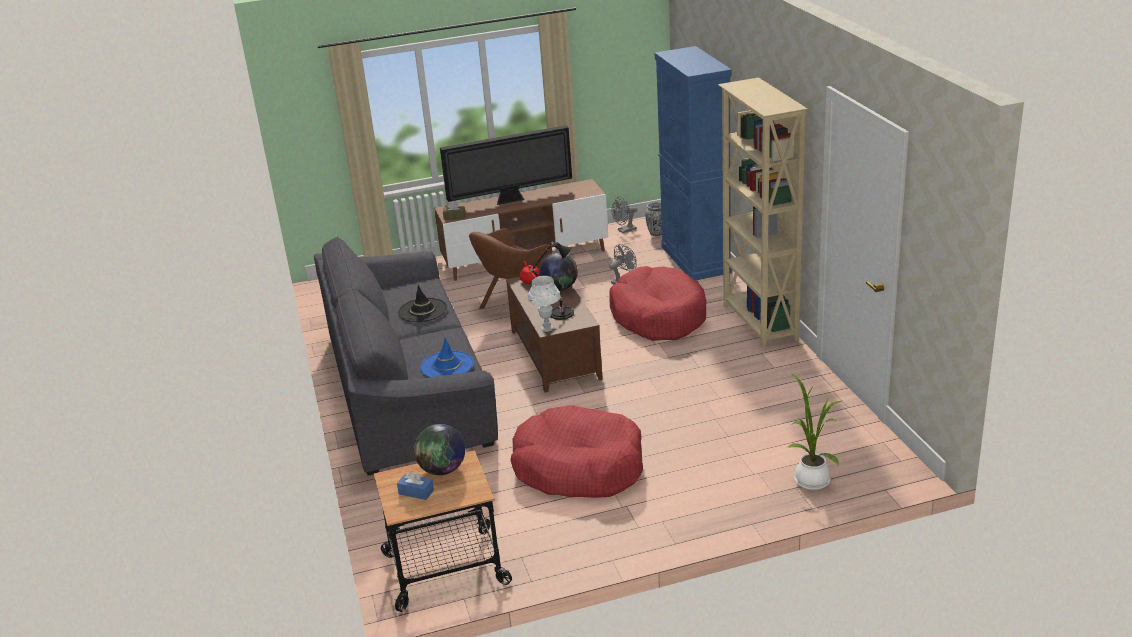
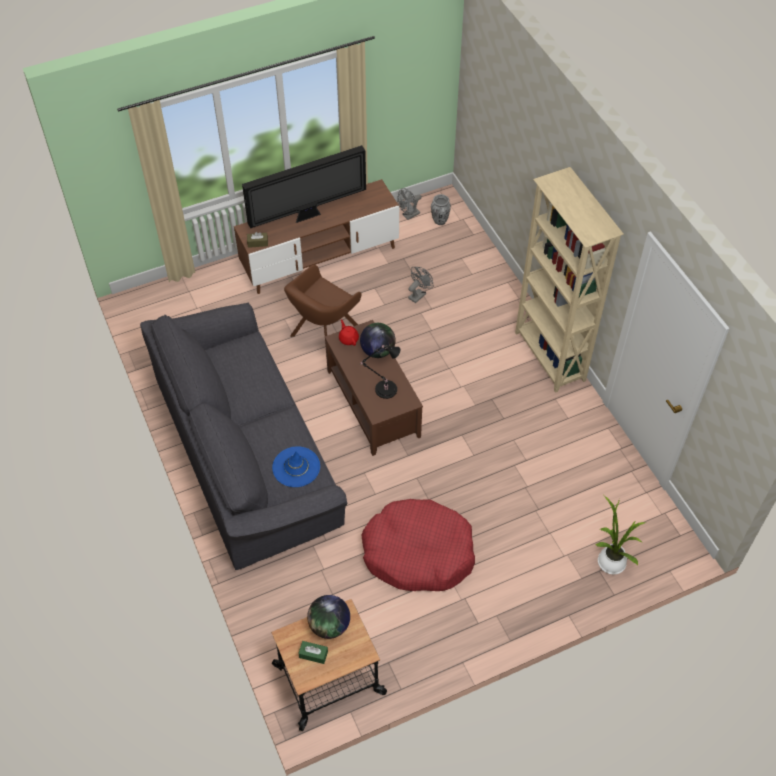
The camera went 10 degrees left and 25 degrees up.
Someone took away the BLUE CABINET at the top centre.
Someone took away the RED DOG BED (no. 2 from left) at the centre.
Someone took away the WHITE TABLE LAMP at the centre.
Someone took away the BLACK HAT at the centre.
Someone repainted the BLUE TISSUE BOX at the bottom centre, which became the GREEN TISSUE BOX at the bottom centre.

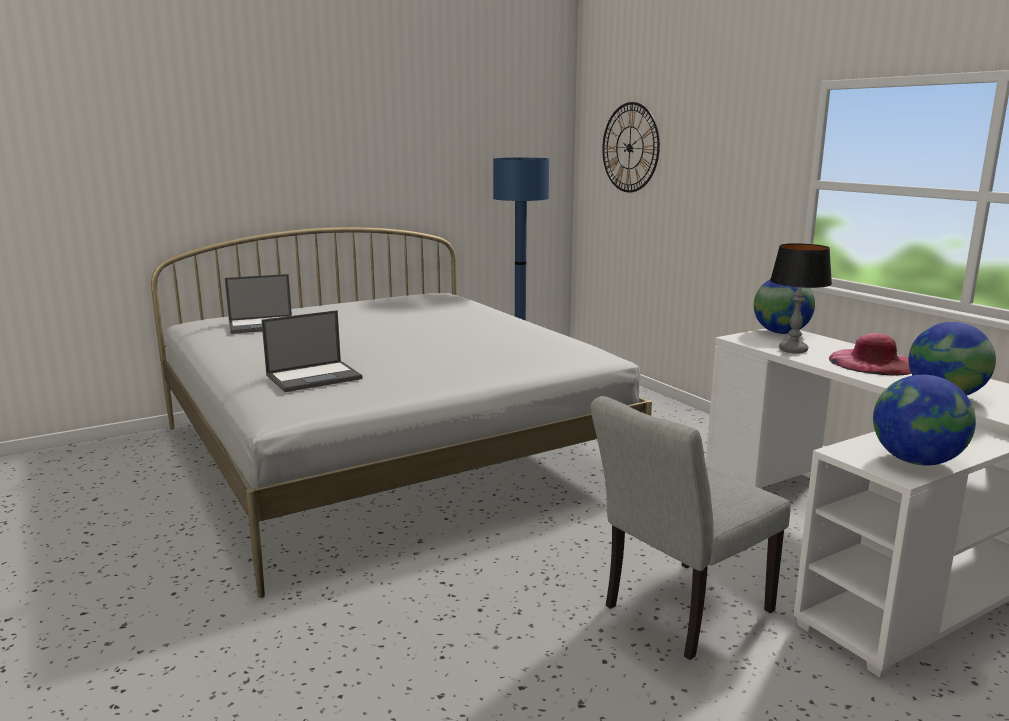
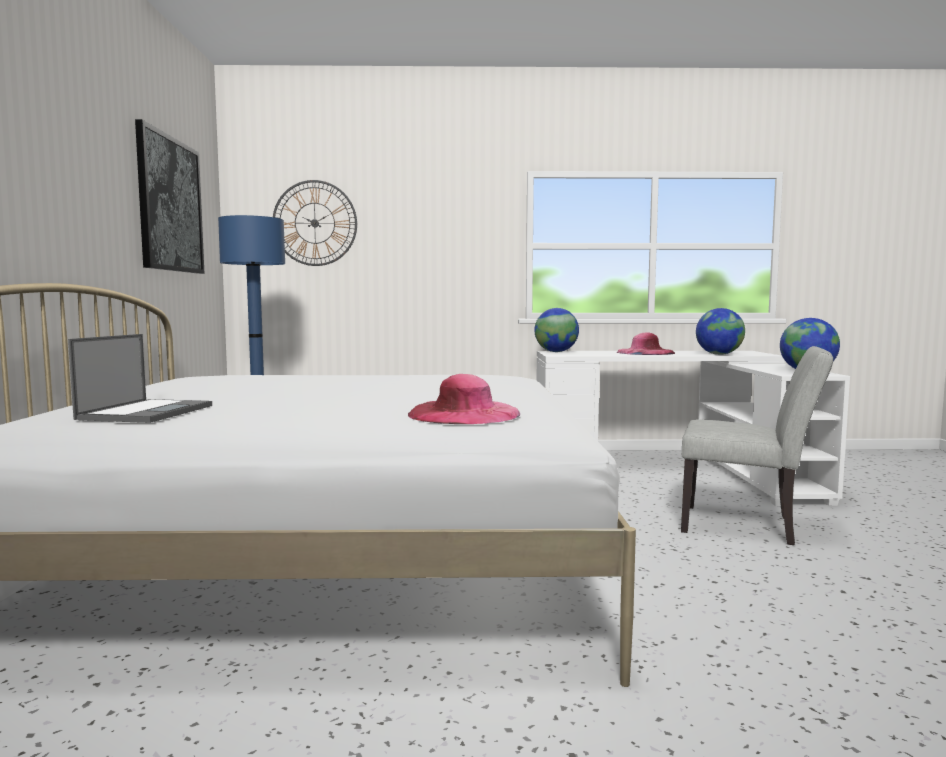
The camera went 60 degrees left and 10 degrees down.
Someone took away the TABLE LAMP at the middle right.
Someone swapped the LAPTOP (no. 2 from left) at the middle left for the PINK HAT (no. 1 from left) at the centre.
Someone rotated the GREY CHAIR at the bottom right by 60 degrees counterclockwise.
Someone put up the PICTURE at the top left.

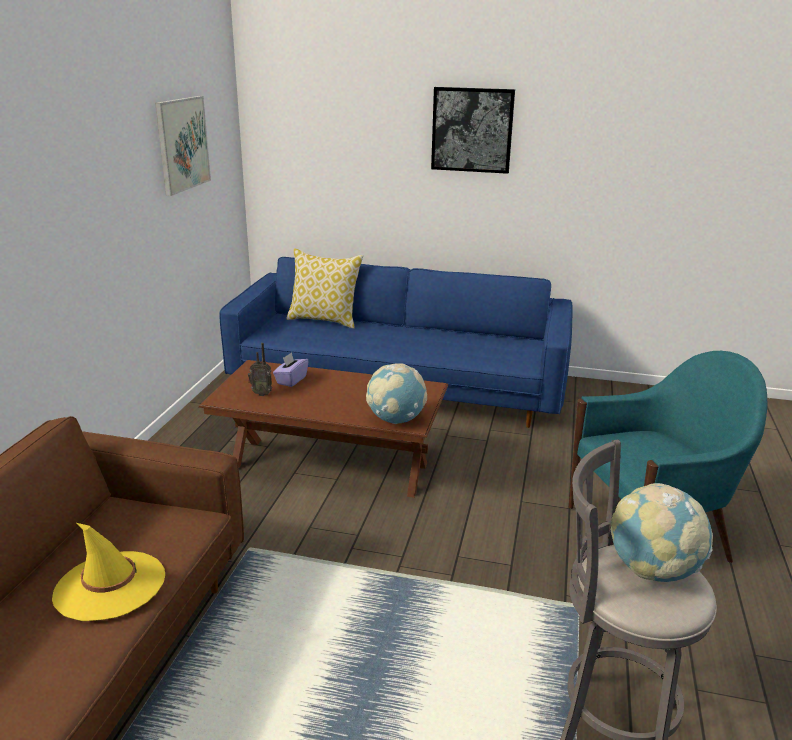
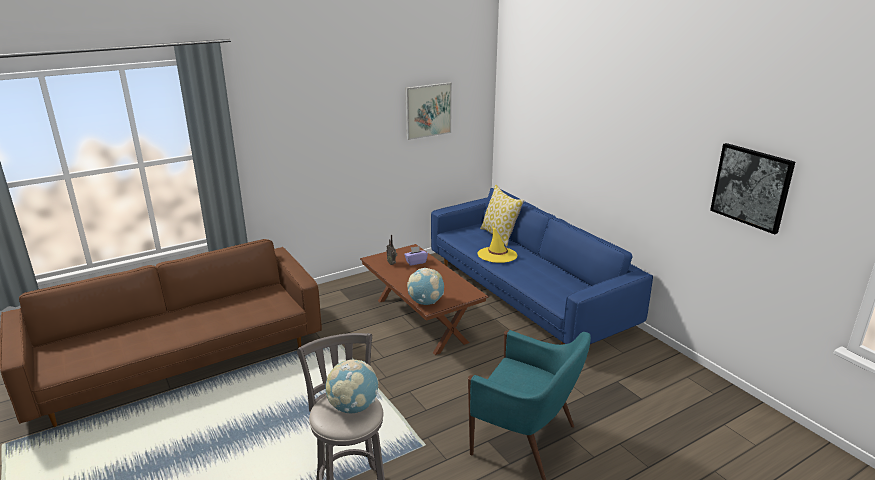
The camera went 45 degrees right and 0 degrees up.
Someone carried the PICTURE (no. 2 from left) from the top centre to the middle right.
Someone carried the YELLOW HAT from the bottom left to the centre.

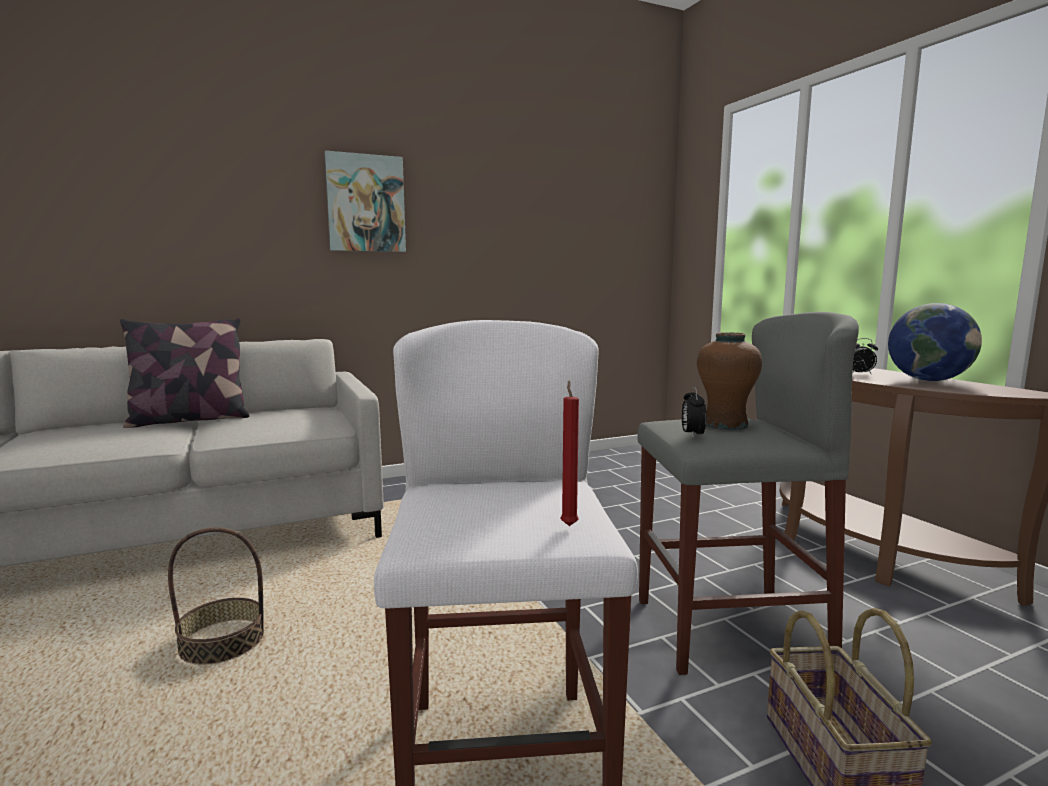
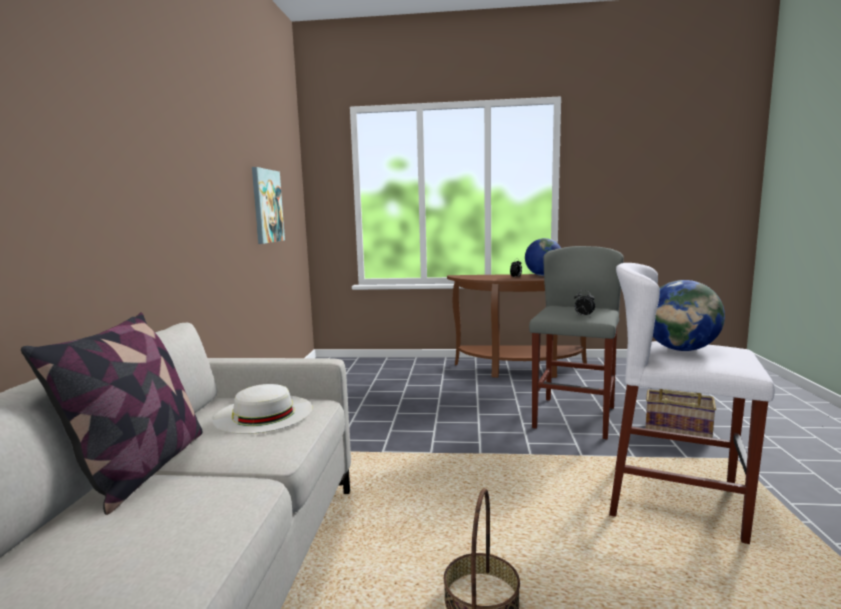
The camera went 60 degrees left and 0 degrees up.
Someone carried the PICTURE from the top centre to the middle left.
Someone took away the BROWN VASE at the middle right.
Someone took away the RED CANDLE at the centre.
Someone put down the GLOBE (no. 2 from left) at the middle right.
Someone put down the WHITE HAT at the bottom left.

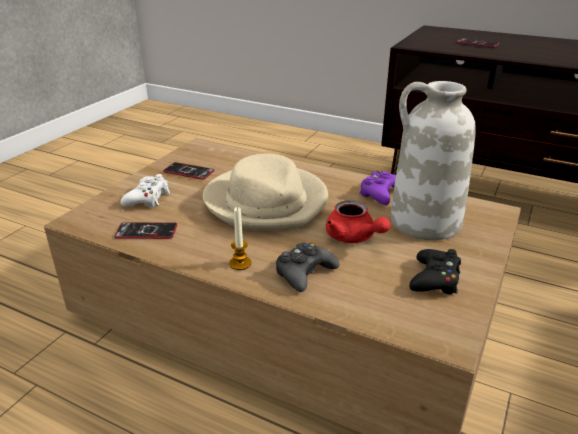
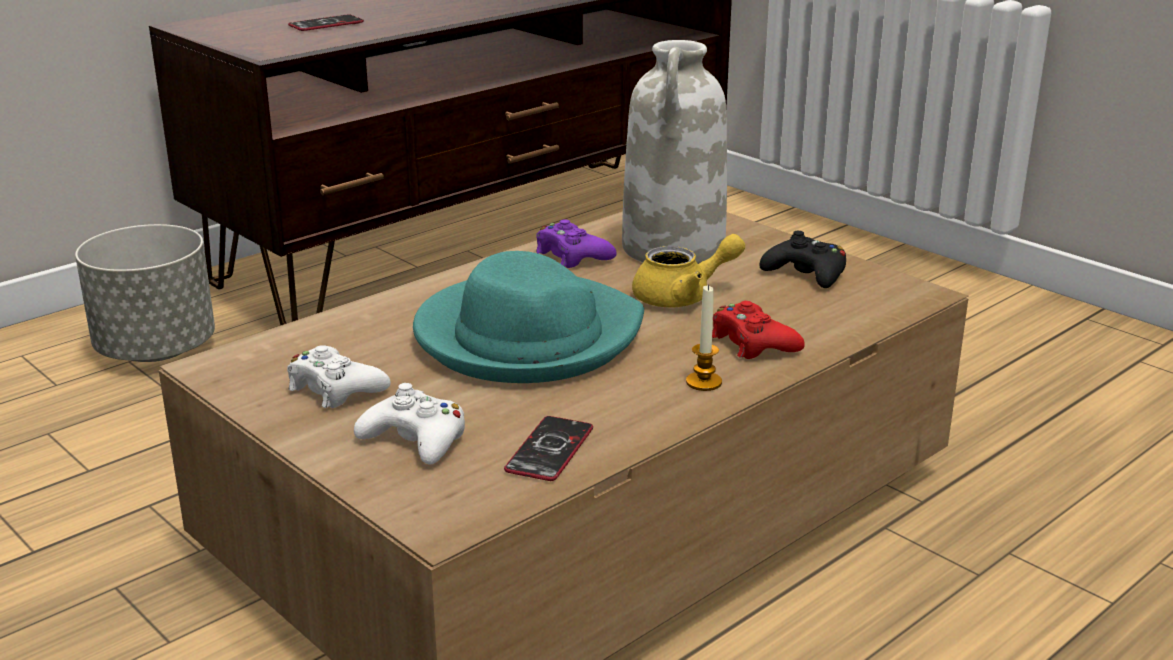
The camera went 70 degrees left and 5 degrees down.
Someone repainted the BEIGE HAT at the centre, which became the TURQUOISE HAT at the centre.
Someone swapped the PHONE (no. 2 from left) at the middle left for the WHITE GAME CONTROLLER (no. 1 from left) at the middle left.
Someone repainted the RED TEAPOT at the centre, which became the YELLOW TEAPOT at the centre.
Someone repainted the BLACK GAME CONTROLLER (no. 1 from left) at the centre, which became the RED GAME CONTROLLER at the centre.
Someone put down the GREY PLANTER at the middle left.

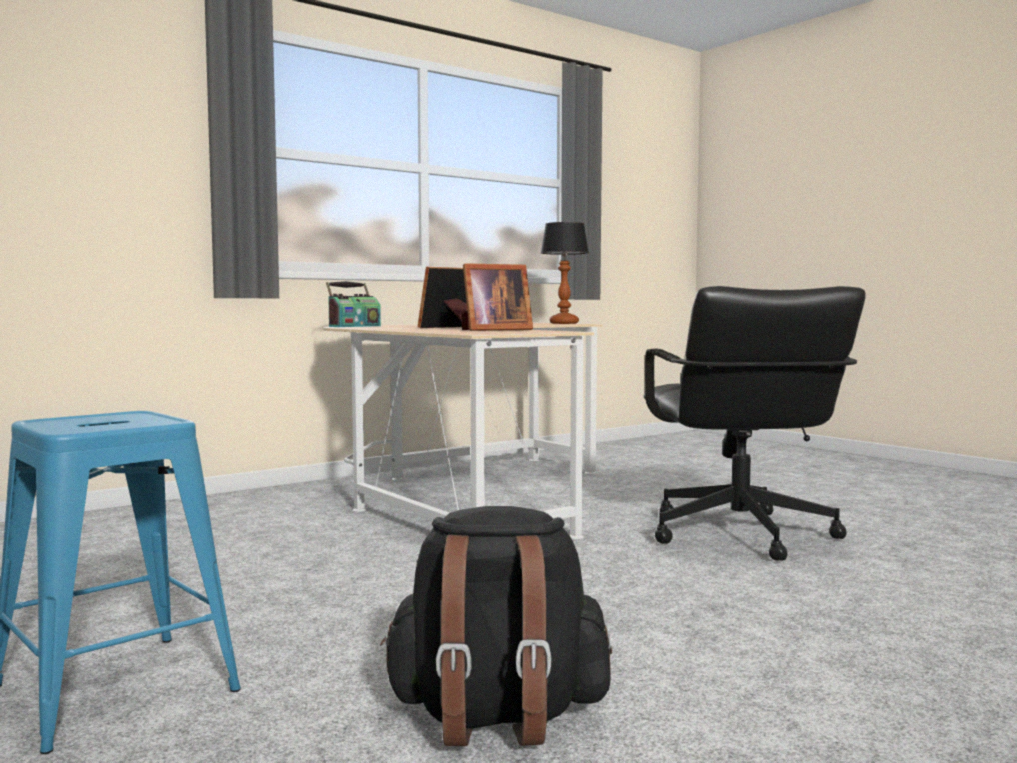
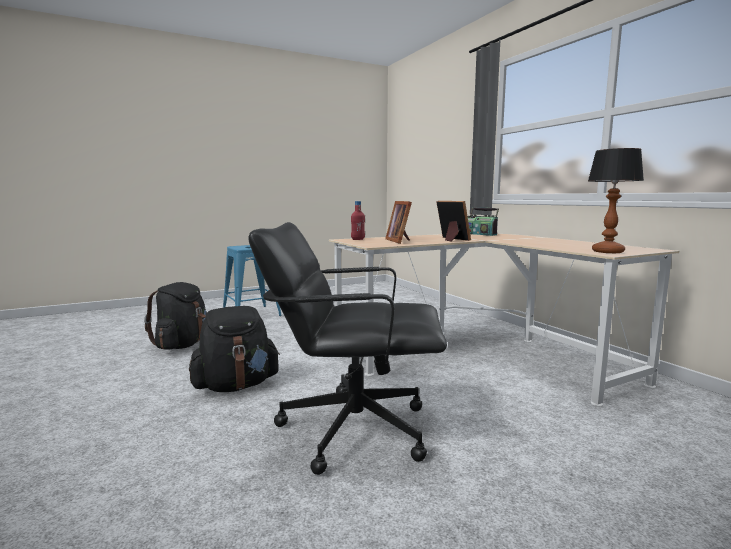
The camera went 100 degrees right and 5 degrees up.
Someone put down the RED BOTTLE at the centre.
Someone put down the BLACK BACKPACK (no. 2 from left) at the middle left.

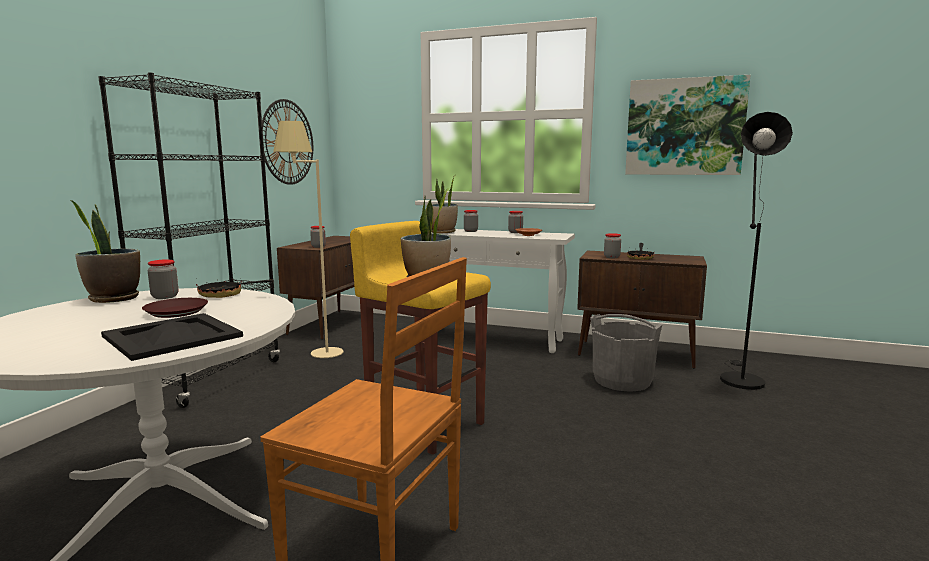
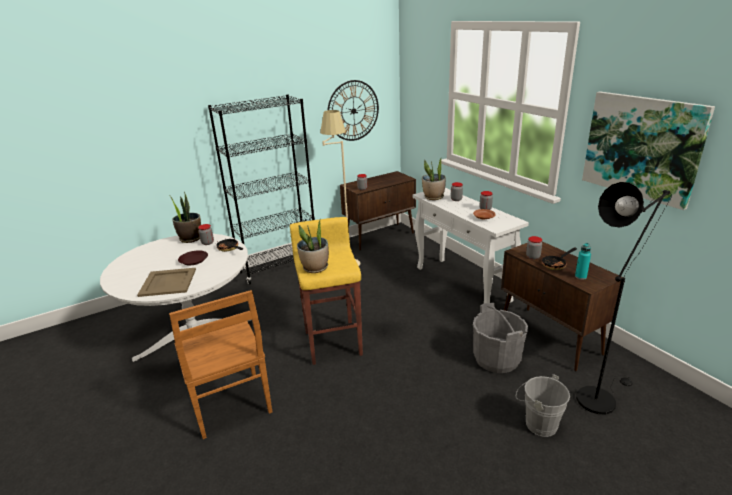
The camera went 40 degrees right and 15 degrees up.
Someone repainted the BLACK TRAY at the middle left, which became the BEIGE TRAY at the middle left.
Someone put down the TURQUOISE BOTTLE at the middle right.
Someone put down the GREY BUCKET (no. 2 from left) at the bottom right.

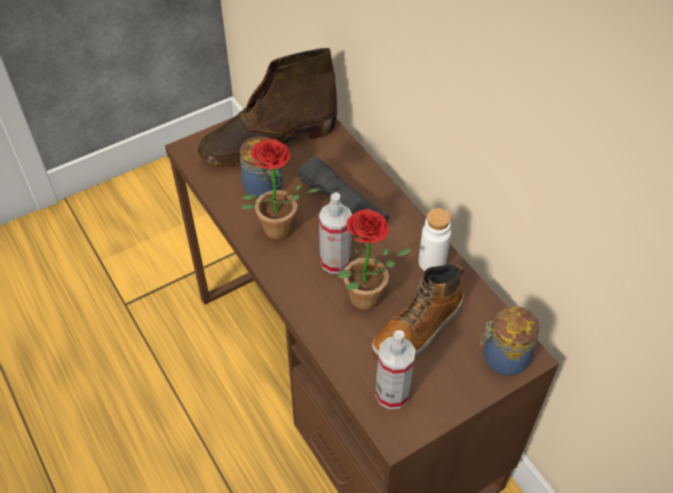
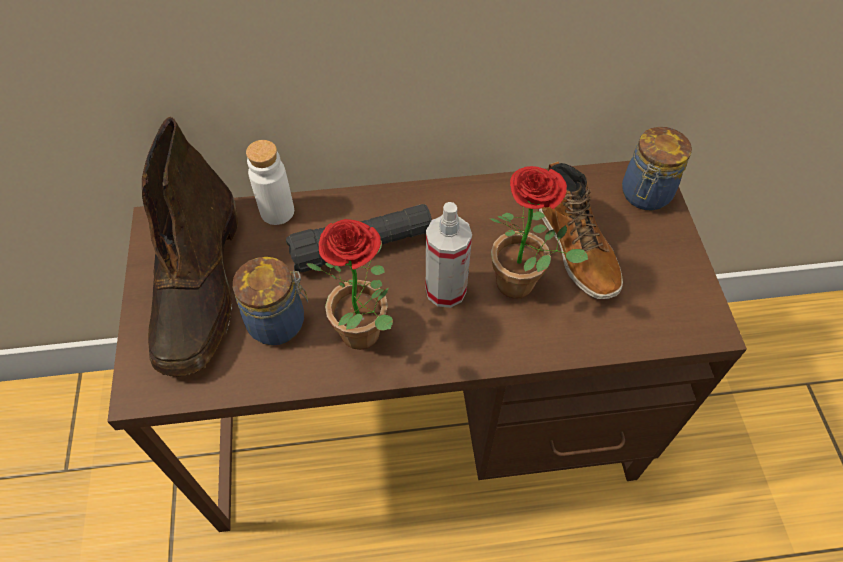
The camera went 65 degrees left and 5 degrees up.
Someone carried the WHITE BOTTLE from the centre to the top left.
Someone took away the SPRAY BOTTLE (no. 2 from left) at the bottom centre.

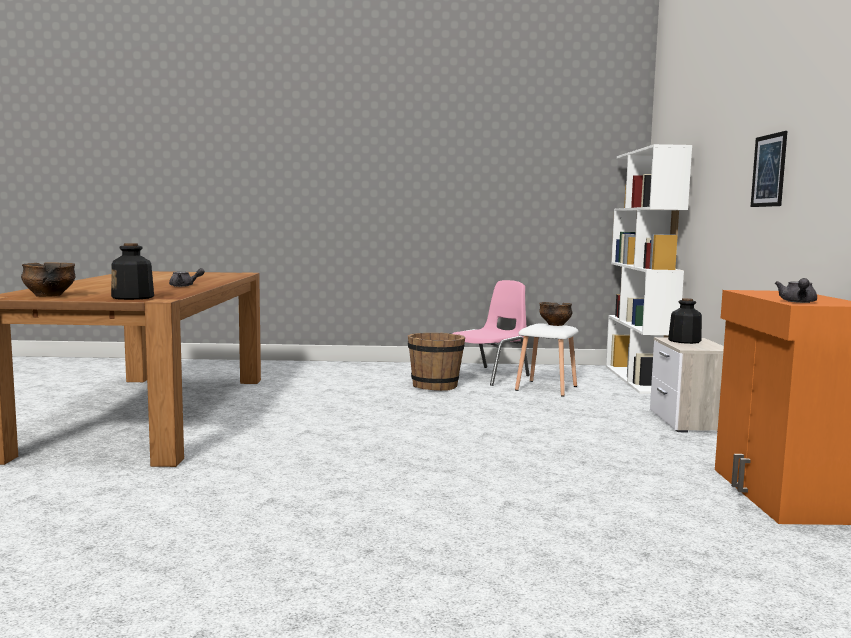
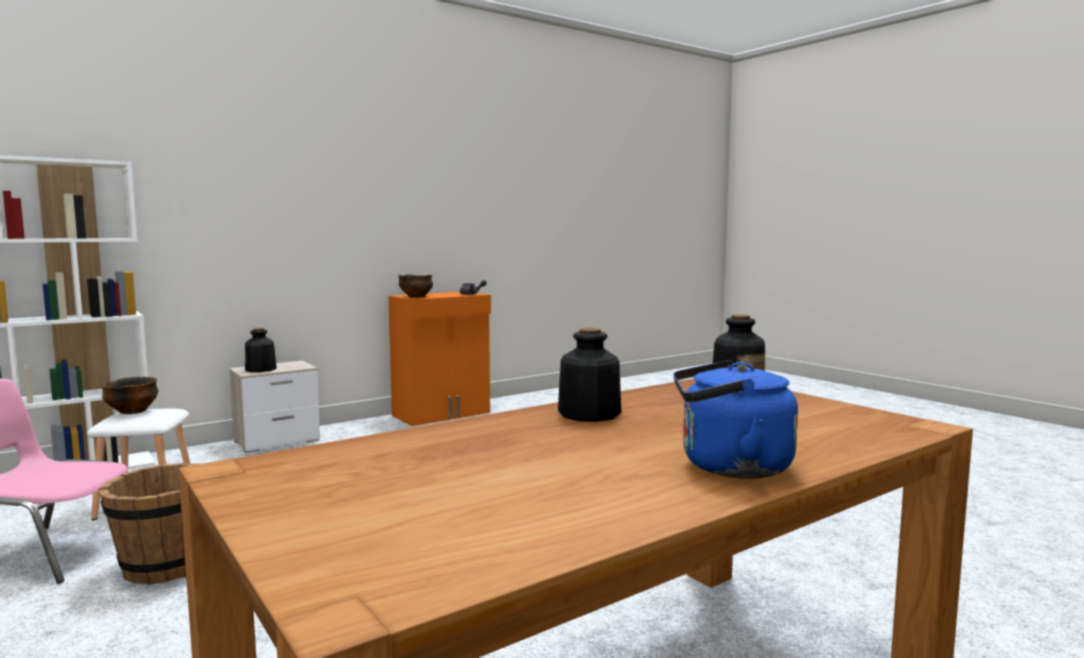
The camera went 125 degrees left and 0 degrees up.
Someone took away the PICTURE at the top right.
Someone carried the BOWL (no. 1 from left in the first image) from the middle left to the centre.
Someone swapped the GREY TEAPOT (no. 1 from left) at the middle left for the BOTTLE (no. 2 from left) at the centre.
Someone put down the BLUE KETTLE at the middle right.

